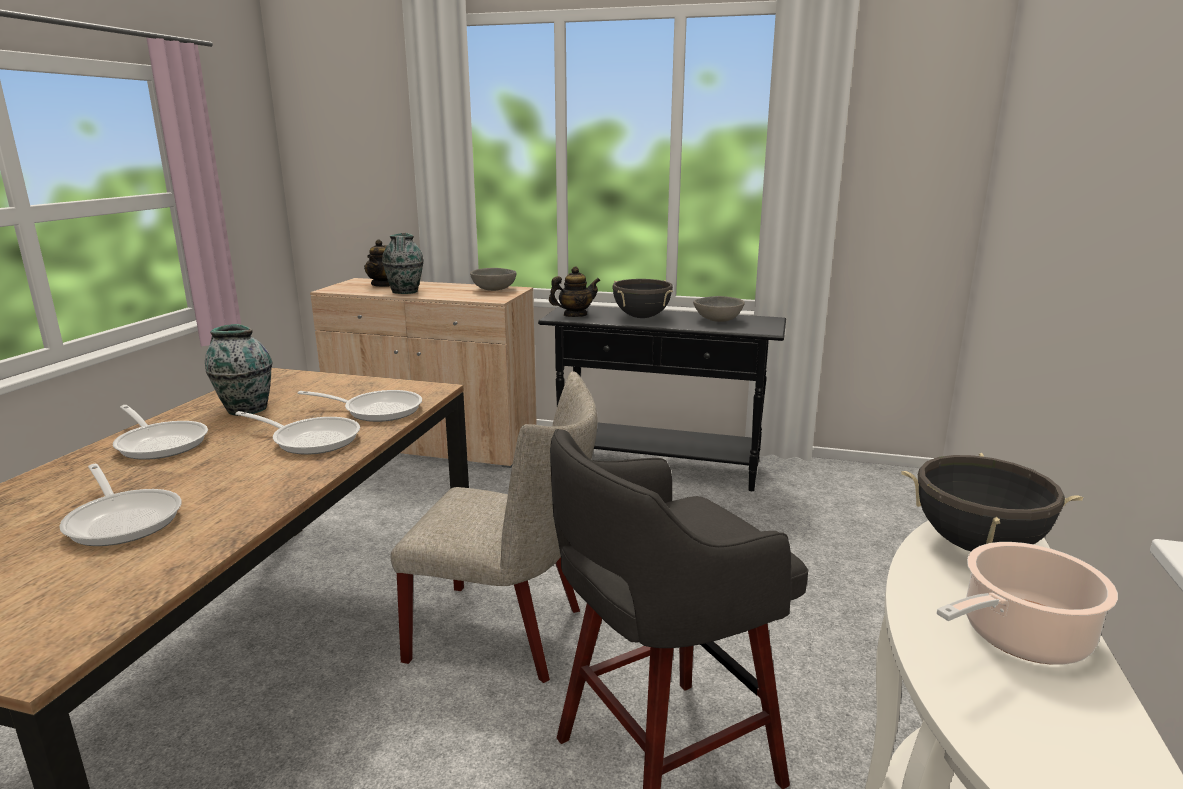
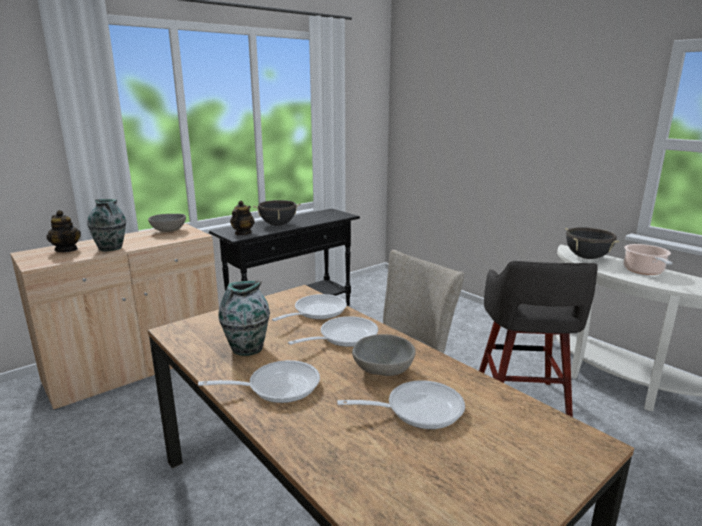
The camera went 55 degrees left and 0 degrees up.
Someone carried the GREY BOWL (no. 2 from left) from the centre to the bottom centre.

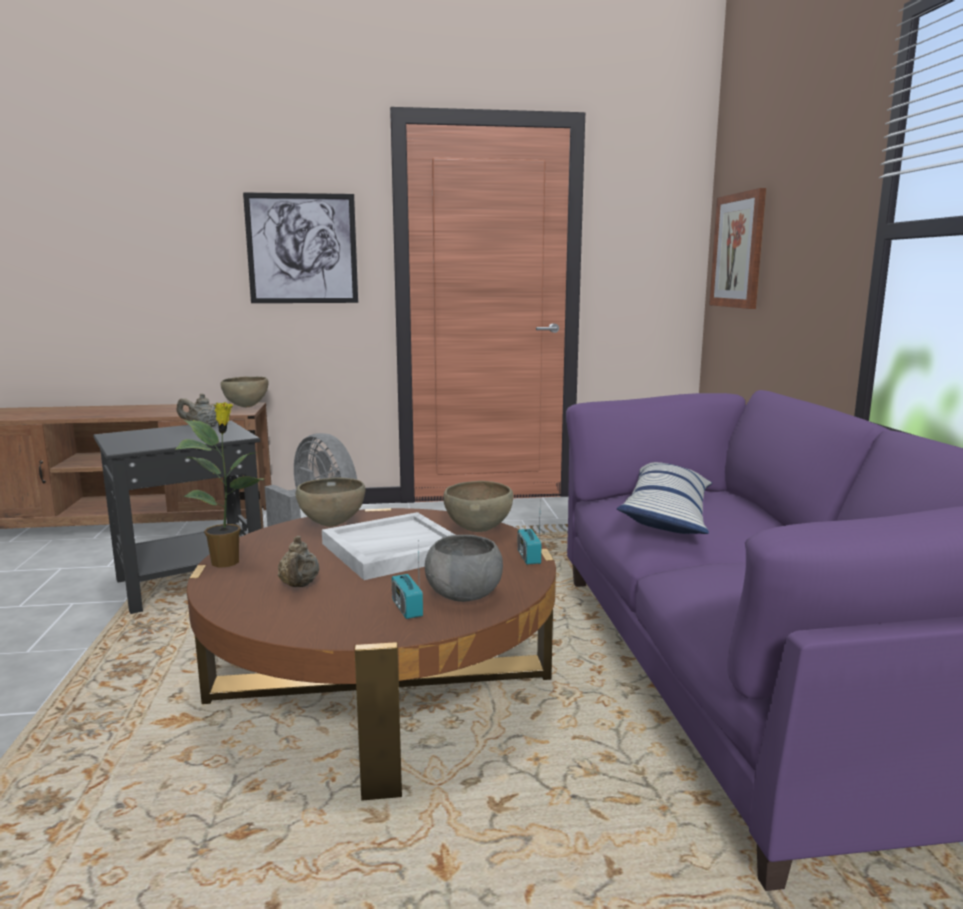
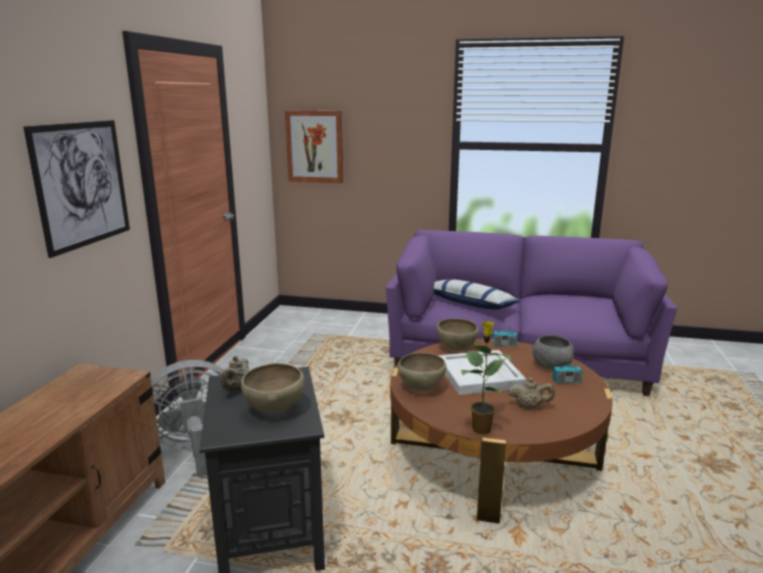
The camera went 70 degrees left and 5 degrees up.
Someone carried the BROWN BOWL (no. 1 from left) from the middle left to the bottom centre.

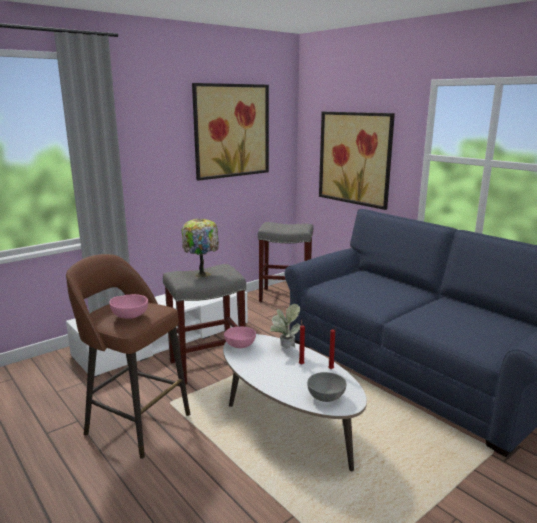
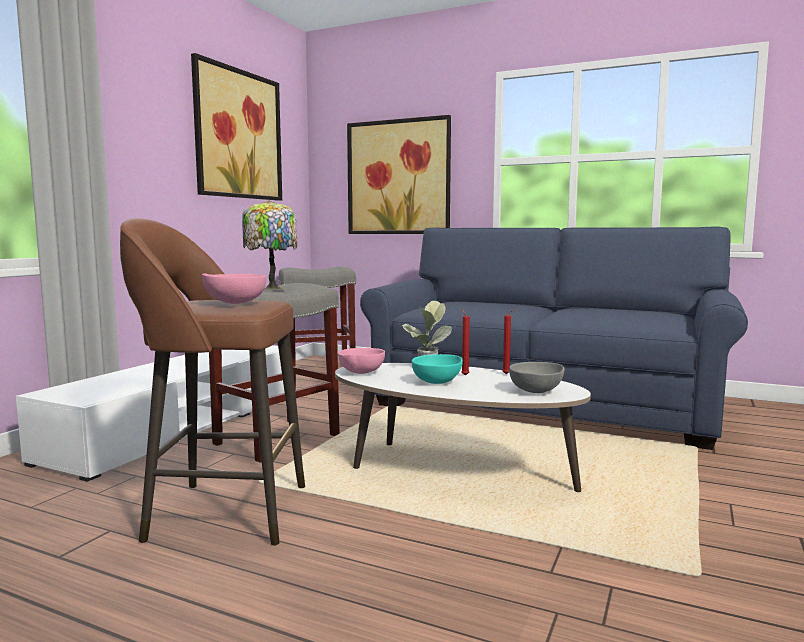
The camera went 25 degrees left and 10 degrees down.
Someone put down the TURQUOISE BOWL at the centre.

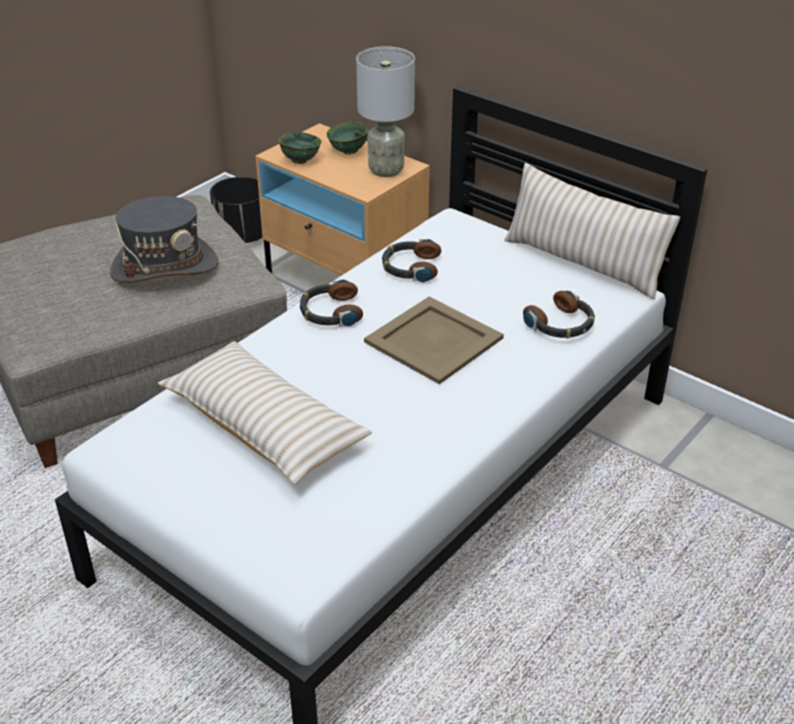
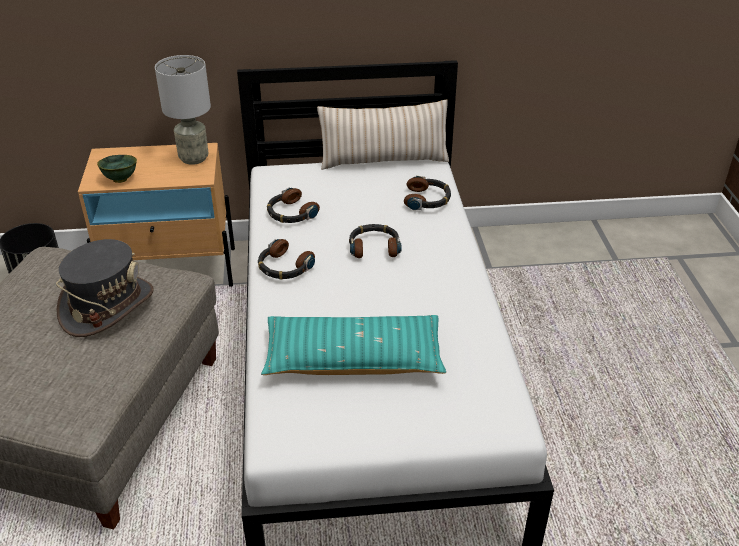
The camera went 45 degrees left and 0 degrees up.
Someone took away the GREEN BOWL (no. 2 from left) at the top centre.
Someone swapped the BEIGE TRAY at the centre for the HEADPHONES (no. 3 from left) at the centre.
Someone repainted the BEIGE PILLOW (no. 1 from left) at the centre, which became the TURQUOISE PILLOW at the centre.

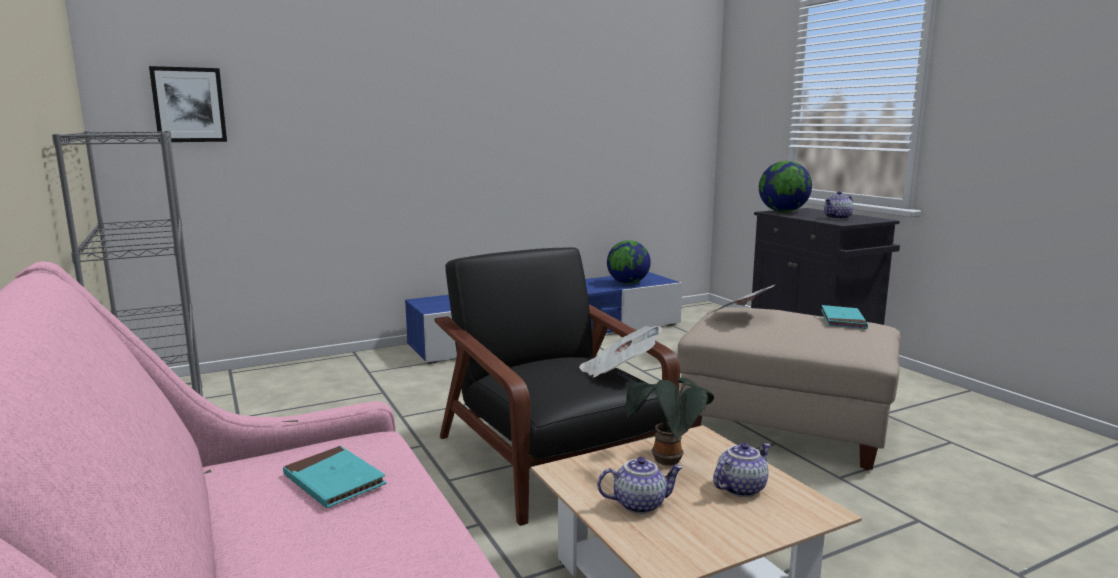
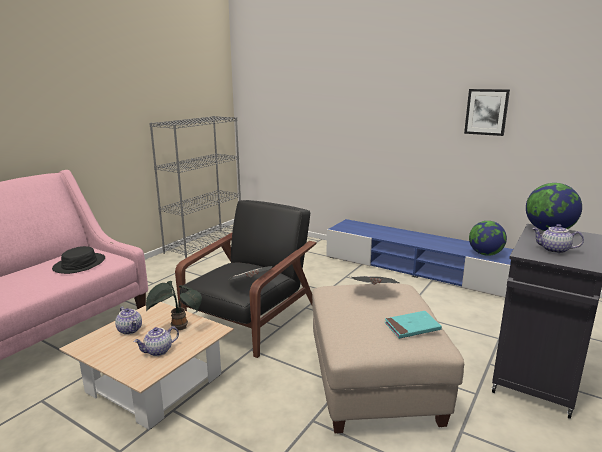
The camera went 60 degrees right and 5 degrees up.
Someone carried the PICTURE from the top left to the top right.
Someone rotated the TEAPOT (no. 2 from left) at the bottom centre by 120 degrees clockwise.
Someone swapped the TURQUOISE BOOK (no. 1 from left) at the bottom left for the BLACK HAT at the middle left.

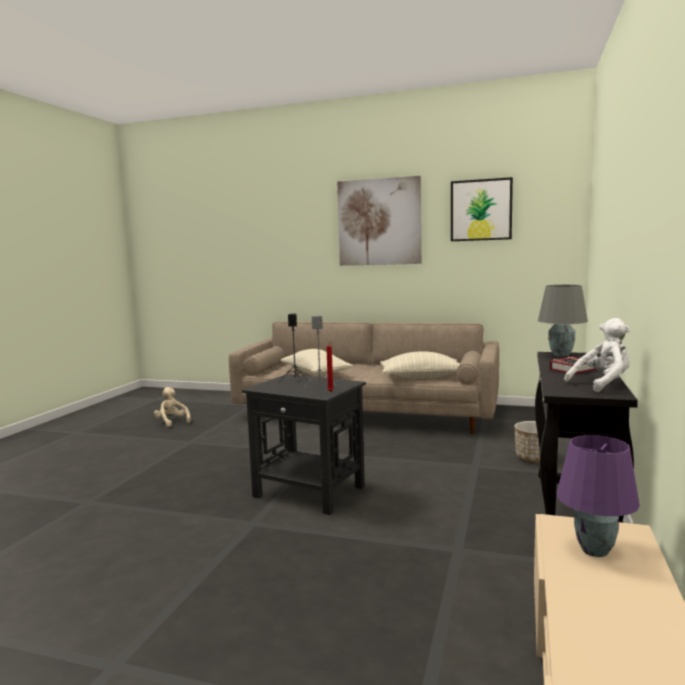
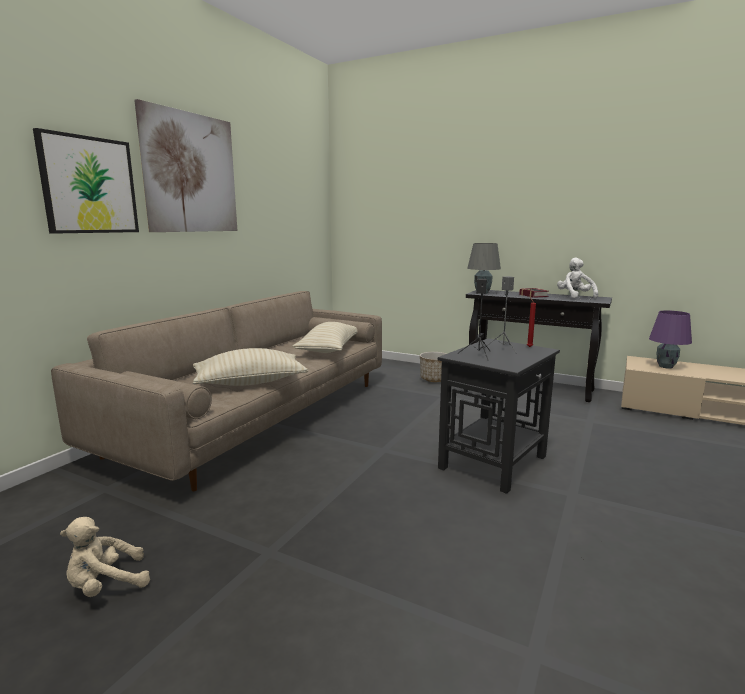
The camera went 80 degrees left and 5 degrees up.
Someone carried the PICTURE (no. 2 from left in the first image) from the top right to the top left.

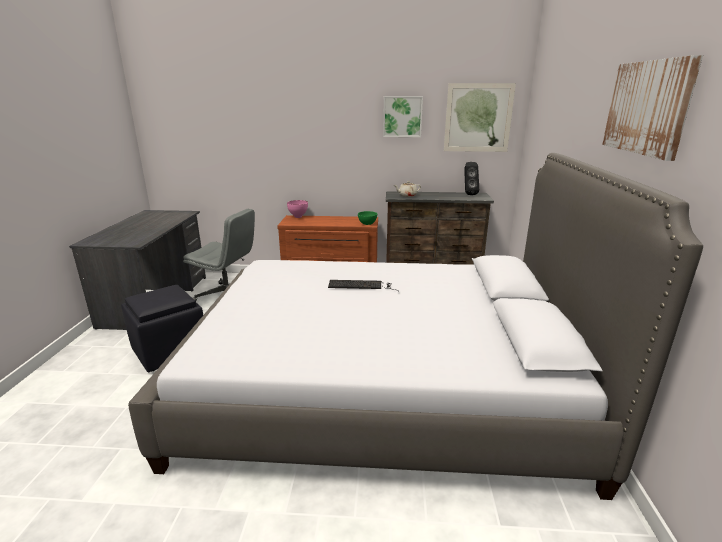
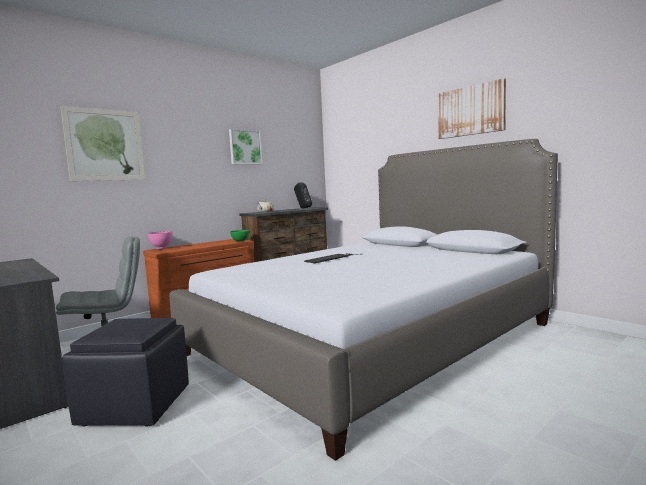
The camera went 45 degrees left and 15 degrees down.
Someone carried the PICTURE (no. 2 from left in the first image) from the top centre to the top left.

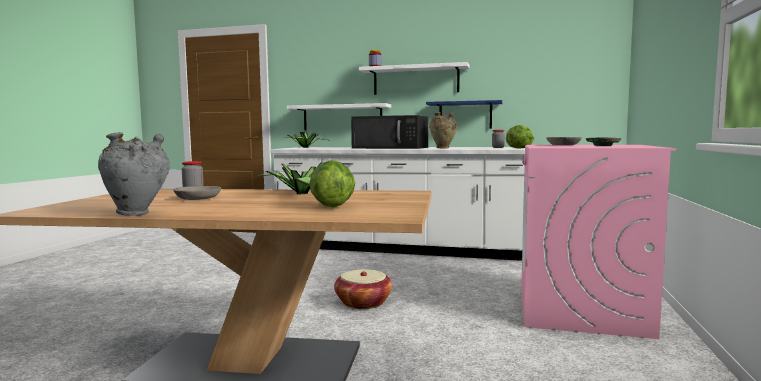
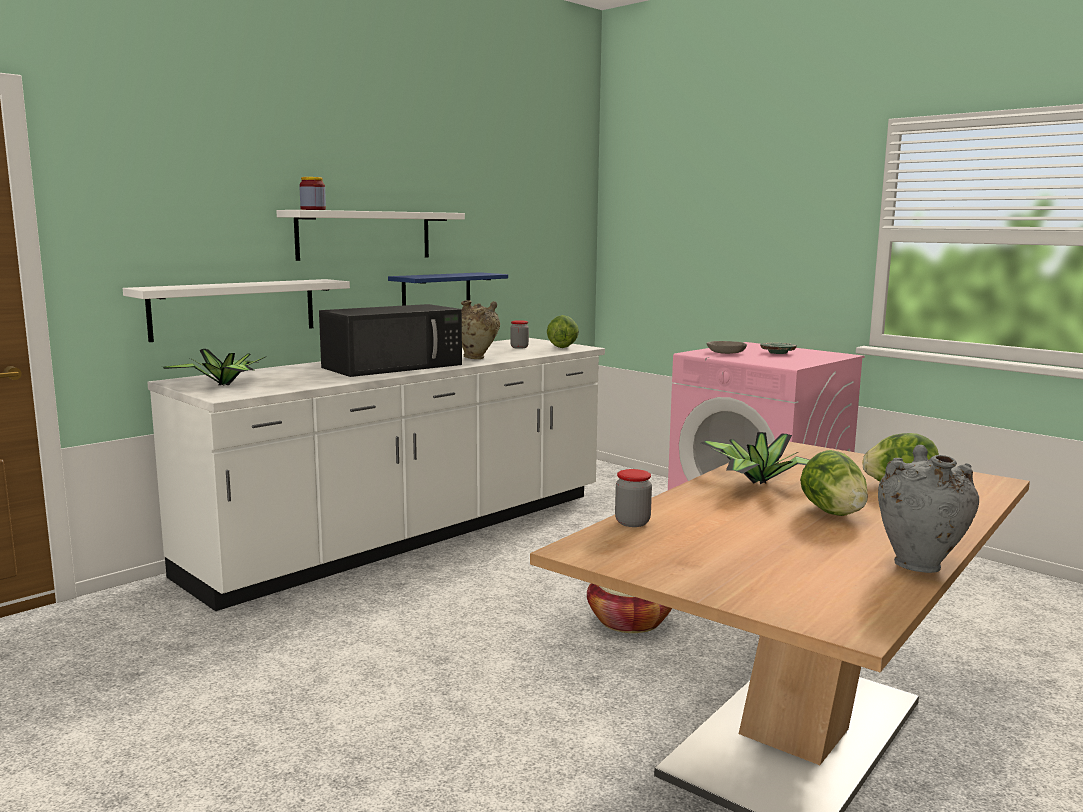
The camera went 60 degrees left and 5 degrees up.
Someone took away the GREY BOWL (no. 1 from left) at the middle left.
Someone put down the LETTUCE (no. 2 from left) at the middle right.

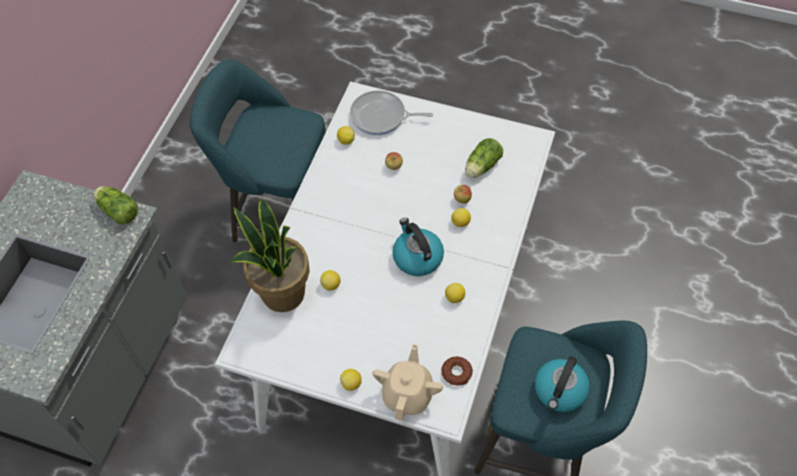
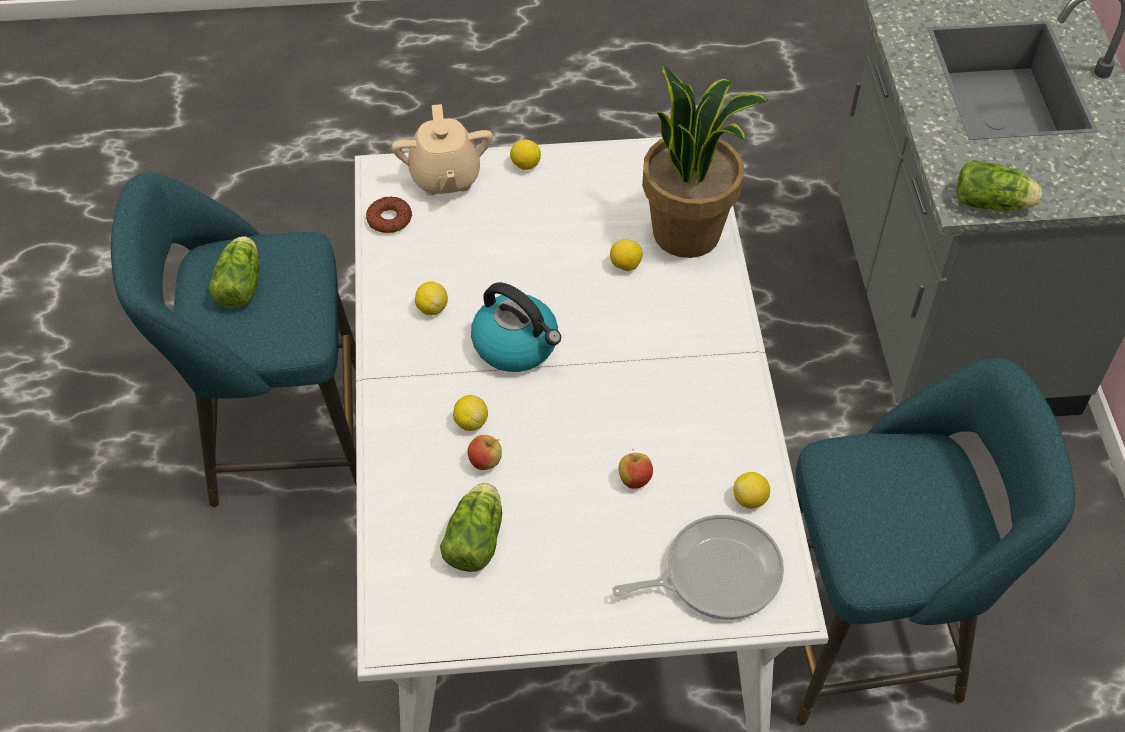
The camera went 155 degrees right and 5 degrees down.
Someone swapped the KETTLE (no. 2 from left) at the bottom right for the LETTUCE (no. 1 from left) at the middle left.

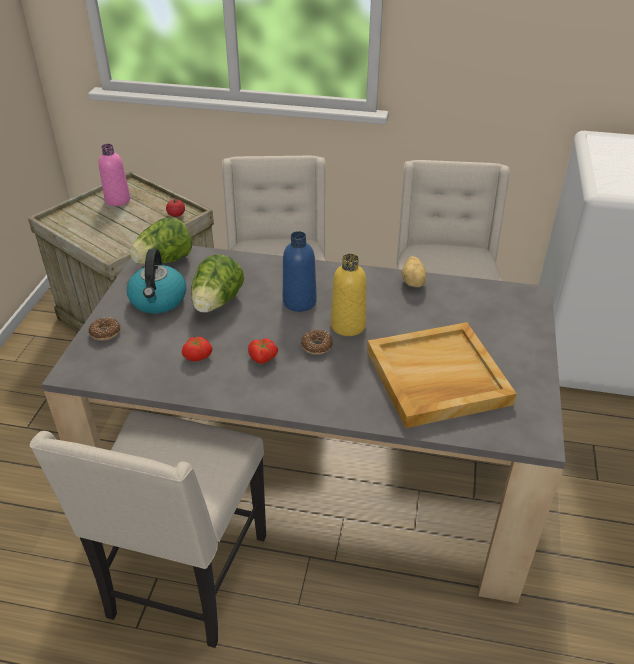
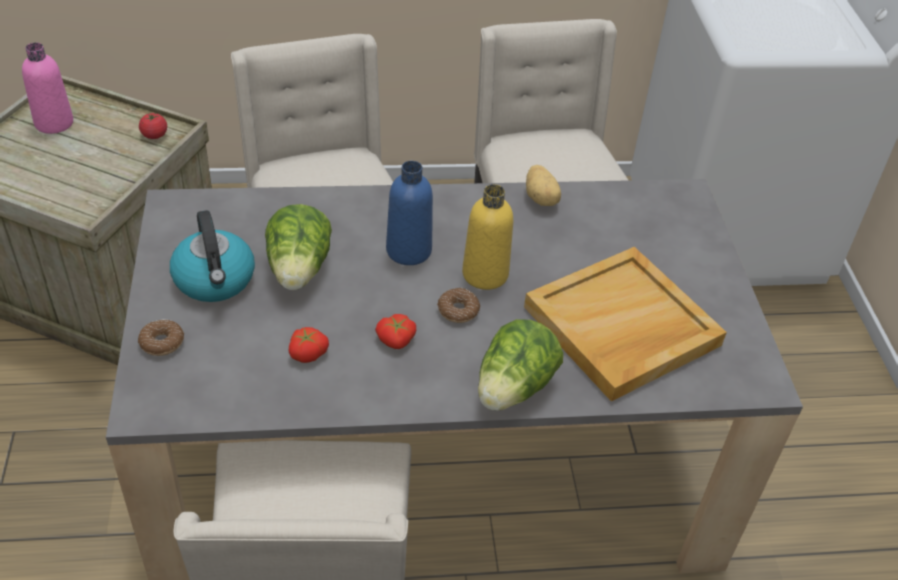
The camera went 20 degrees left and 5 degrees up.
Someone carried the LETTUCE (no. 1 from left in the first image) from the middle left to the centre.

